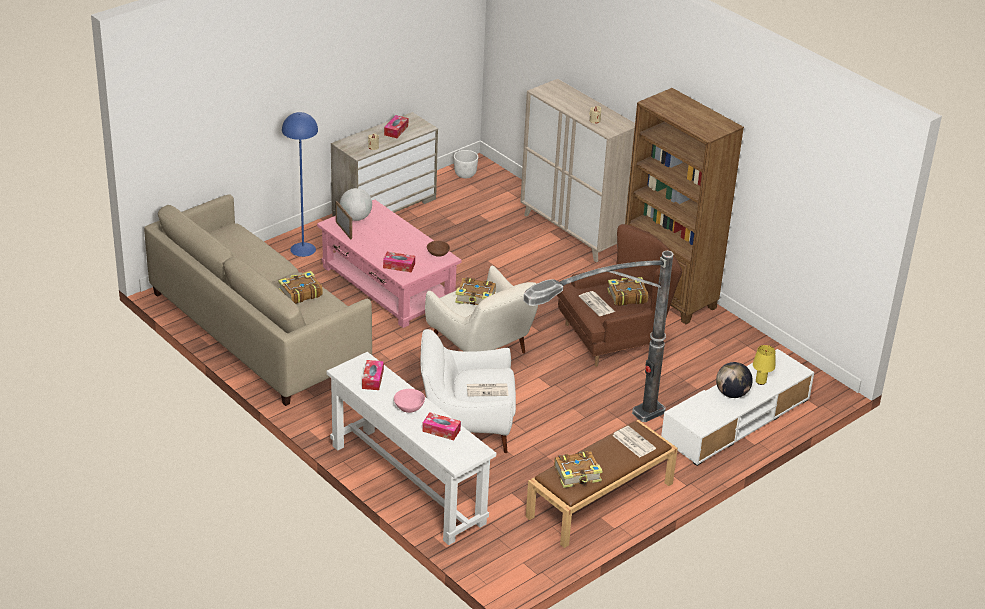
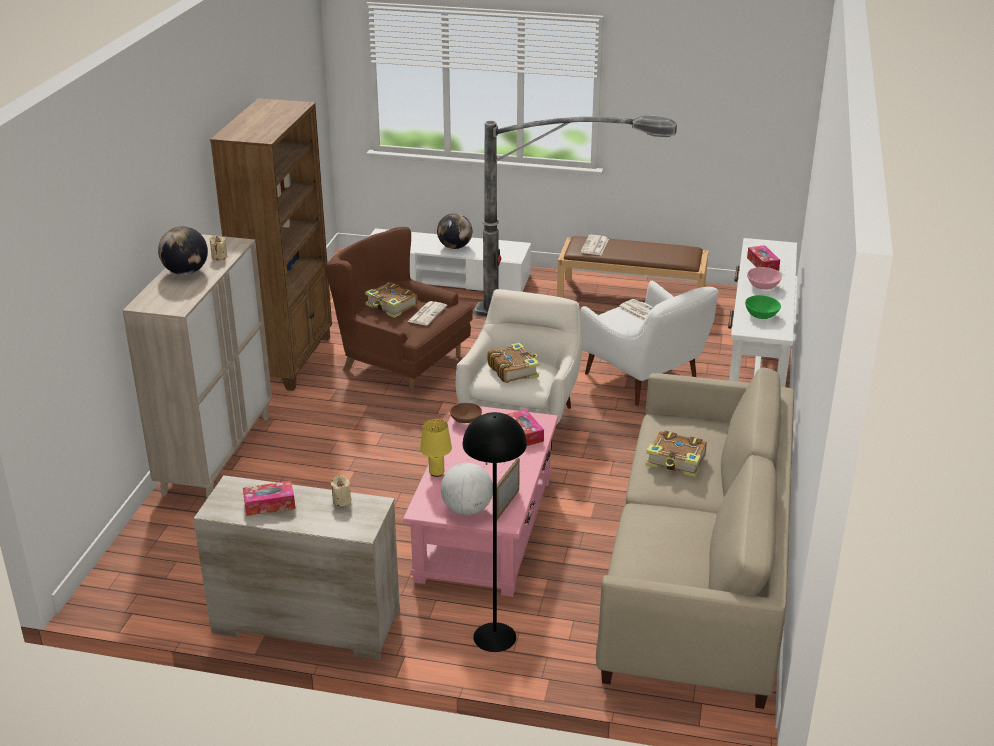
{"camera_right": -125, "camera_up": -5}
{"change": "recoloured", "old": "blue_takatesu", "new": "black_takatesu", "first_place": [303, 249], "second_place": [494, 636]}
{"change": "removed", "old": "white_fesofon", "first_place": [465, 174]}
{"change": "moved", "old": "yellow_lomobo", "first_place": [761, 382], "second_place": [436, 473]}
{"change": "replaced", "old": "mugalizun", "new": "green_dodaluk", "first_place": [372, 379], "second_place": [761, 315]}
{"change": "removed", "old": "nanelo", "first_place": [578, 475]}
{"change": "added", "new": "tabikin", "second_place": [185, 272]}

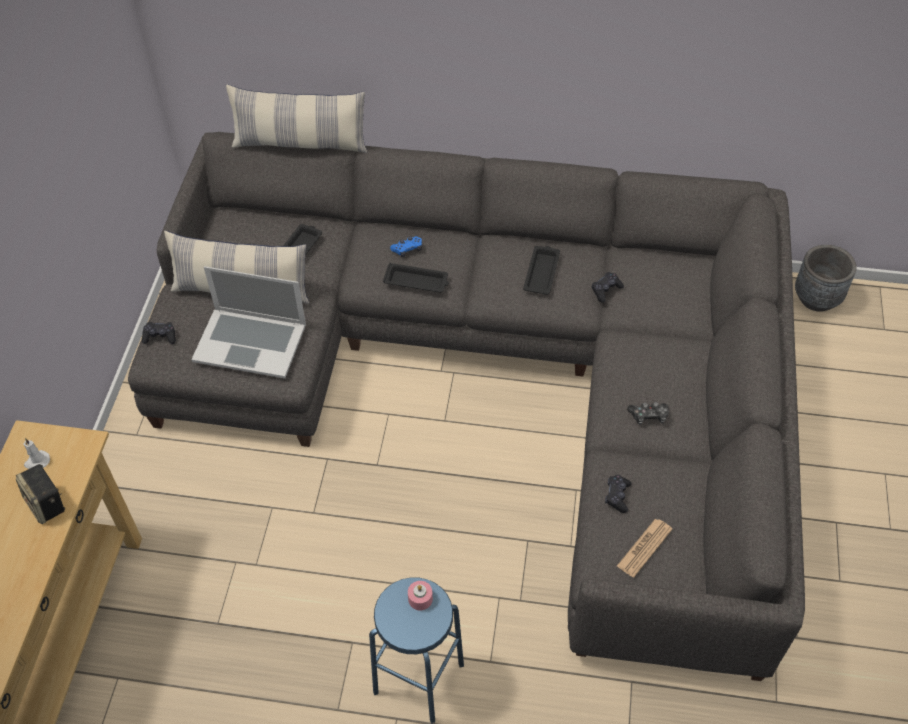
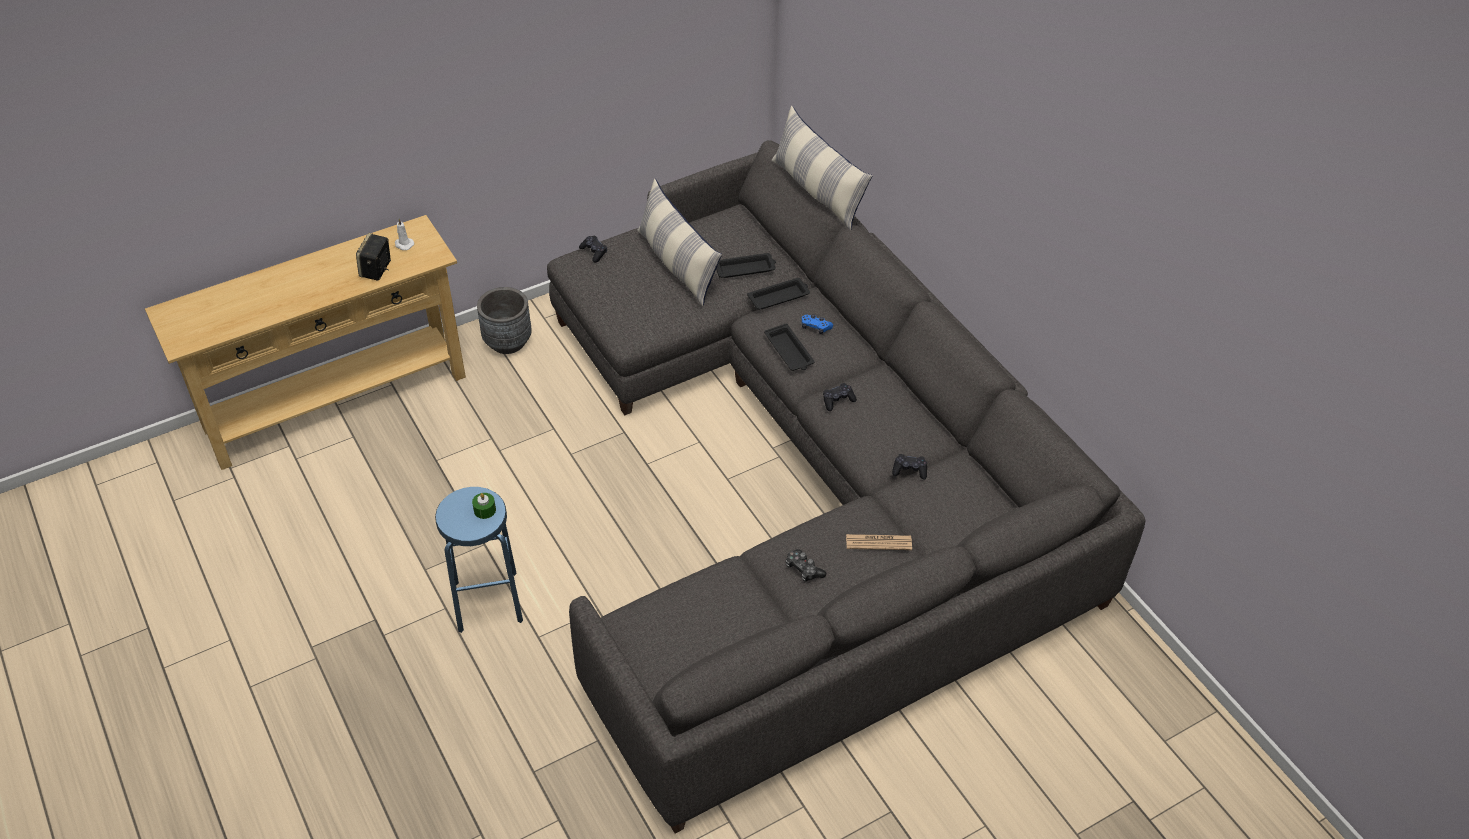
{"camera_right": 50, "camera_up": -5}
{"change": "moved", "old": "grey_fesofon", "first_place": [817, 298], "second_place": [508, 342]}
{"change": "moved", "old": "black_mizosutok", "first_place": [541, 272], "second_place": [779, 297]}
{"change": "removed", "old": "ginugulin", "first_place": [250, 342]}
{"change": "moved", "old": "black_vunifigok", "first_place": [617, 496], "second_place": [838, 400]}
{"change": "moved", "old": "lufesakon", "first_place": [644, 548], "second_place": [878, 542]}
{"change": "recoloured", "old": "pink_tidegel", "new": "green_tidegel", "first_place": [420, 599], "second_place": [484, 510]}

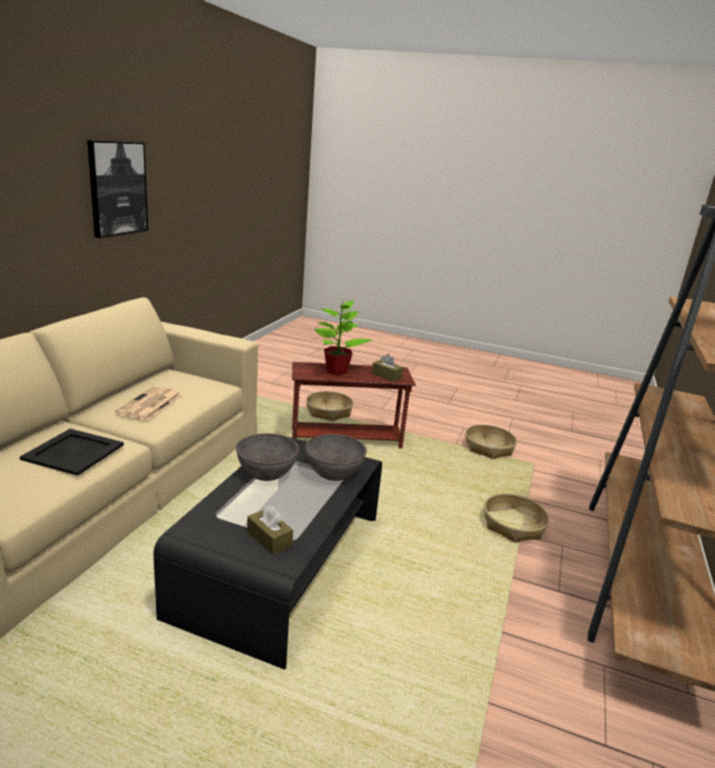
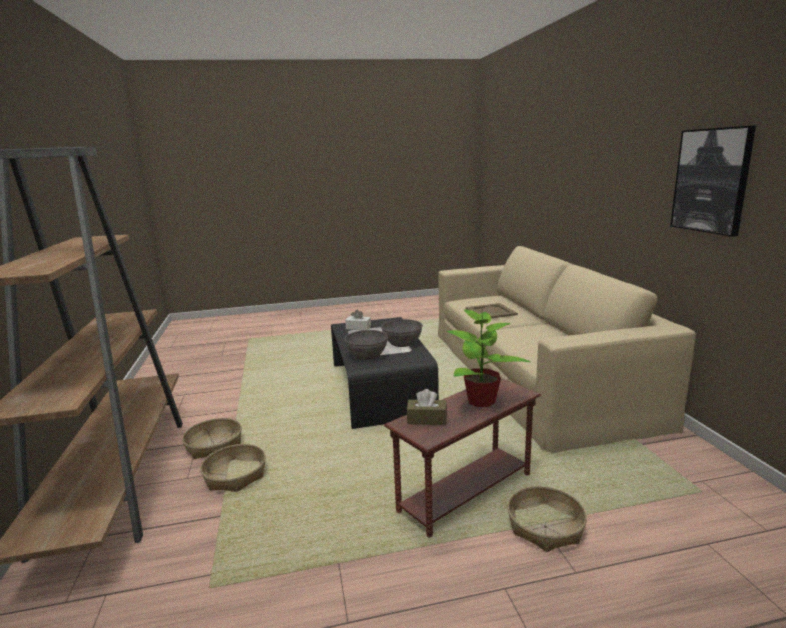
{"camera_right": 150, "camera_up": -5}
{"change": "removed", "old": "lufesakon", "first_place": [150, 404]}
{"change": "moved", "old": "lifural", "first_place": [488, 448], "second_place": [214, 445]}
{"change": "recoloured", "old": "black_mizosutok", "new": "beige_mizosutok", "first_place": [73, 452], "second_place": [490, 311]}
{"change": "recoloured", "old": "brown_mugalizun", "new": "white_mugalizun", "first_place": [269, 539], "second_place": [358, 328]}

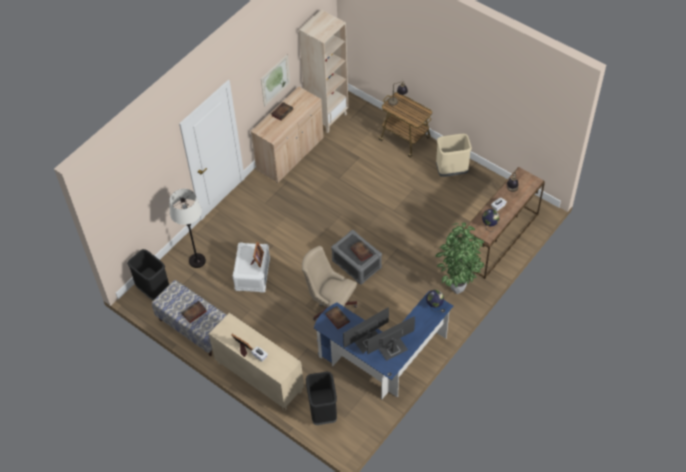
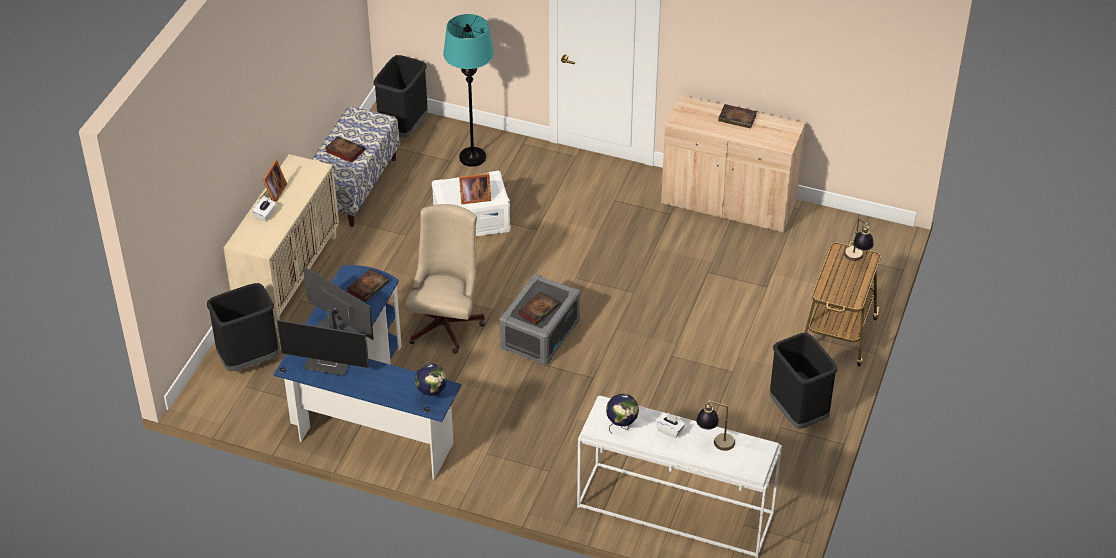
{"camera_right": 70, "camera_up": -10}
{"change": "removed", "old": "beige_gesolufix", "first_place": [327, 117]}
{"change": "removed", "old": "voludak", "first_place": [275, 80]}
{"change": "recoloured", "old": "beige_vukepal", "new": "black_vukepal", "first_place": [451, 171], "second_place": [798, 413]}
{"change": "recoloured", "old": "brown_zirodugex", "new": "white_zirodugex", "first_place": [499, 239], "second_place": [673, 511]}
{"change": "recoloured", "old": "white_takatesu", "new": "turquoise_takatesu", "first_place": [197, 261], "second_place": [472, 157]}
{"change": "removed", "old": "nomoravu", "first_place": [456, 290]}
{"change": "turned", "old": "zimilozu", "first_place": [392, 349], "second_place": [329, 363], "degrees": 150}

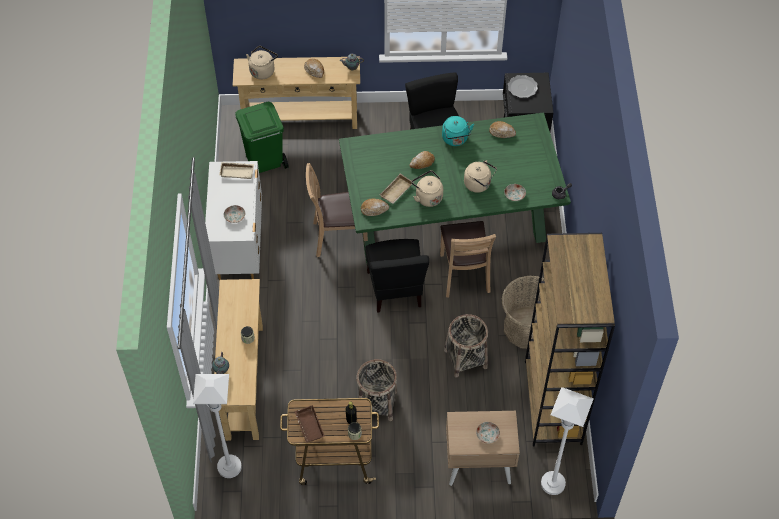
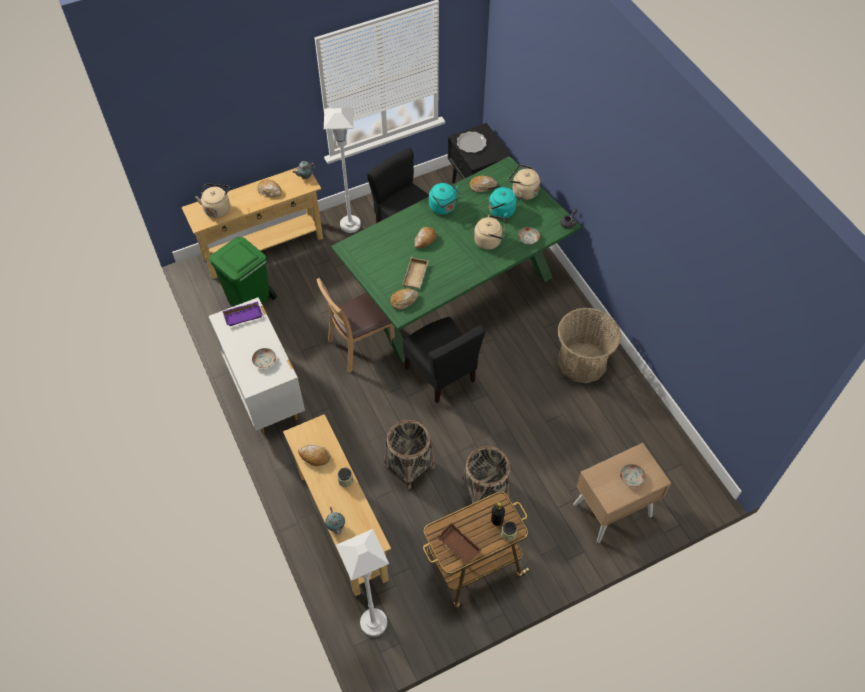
{"camera_right": -25, "camera_up": 0}
{"change": "recoloured", "old": "beige_mizosutok", "new": "purple_mizosutok", "first_place": [237, 171], "second_place": [243, 315]}
{"change": "moved", "old": "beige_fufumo", "first_place": [427, 197], "second_place": [523, 192]}
{"change": "removed", "old": "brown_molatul", "first_place": [464, 274]}
{"change": "removed", "old": "brown_gesolufix", "first_place": [553, 403]}
{"change": "moved", "old": "lifural", "first_place": [465, 358], "second_place": [409, 466]}
{"change": "moved", "old": "white_takatesu", "first_place": [553, 483], "second_place": [350, 225]}
{"change": "added", "new": "turquoise_fufumo", "second_place": [500, 211]}
{"change": "added", "new": "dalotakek", "second_place": [314, 457]}

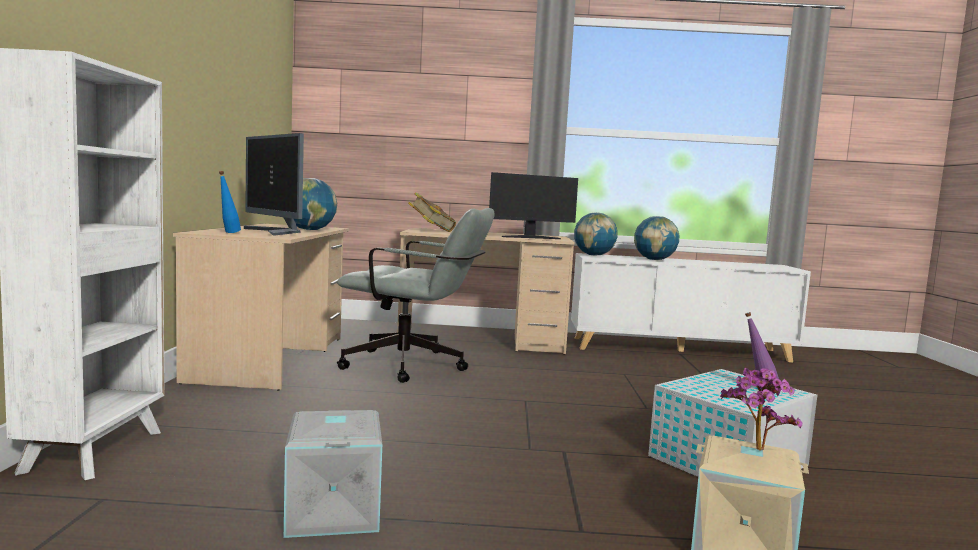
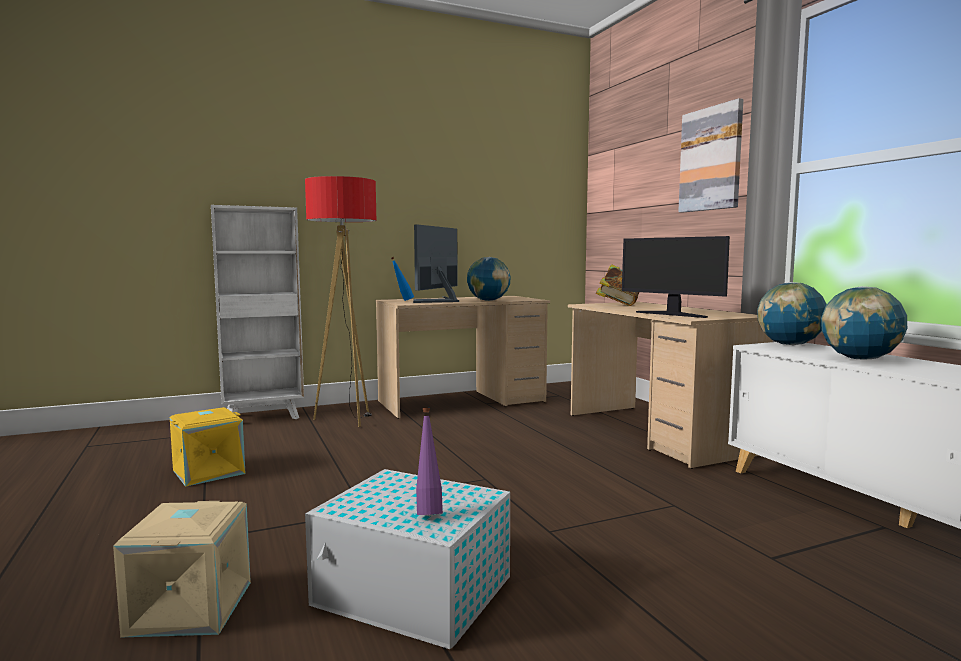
{"camera_right": 65, "camera_up": 0}
{"change": "removed", "old": "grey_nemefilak", "first_place": [415, 366]}
{"change": "removed", "old": "nomoravu", "first_place": [755, 450]}
{"change": "recoloured", "old": "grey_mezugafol", "new": "yellow_mezugafol", "first_place": [331, 511], "second_place": [209, 471]}
{"change": "added", "new": "voludak", "second_place": [711, 159]}
{"change": "added", "new": "takatesu", "second_place": [347, 419]}

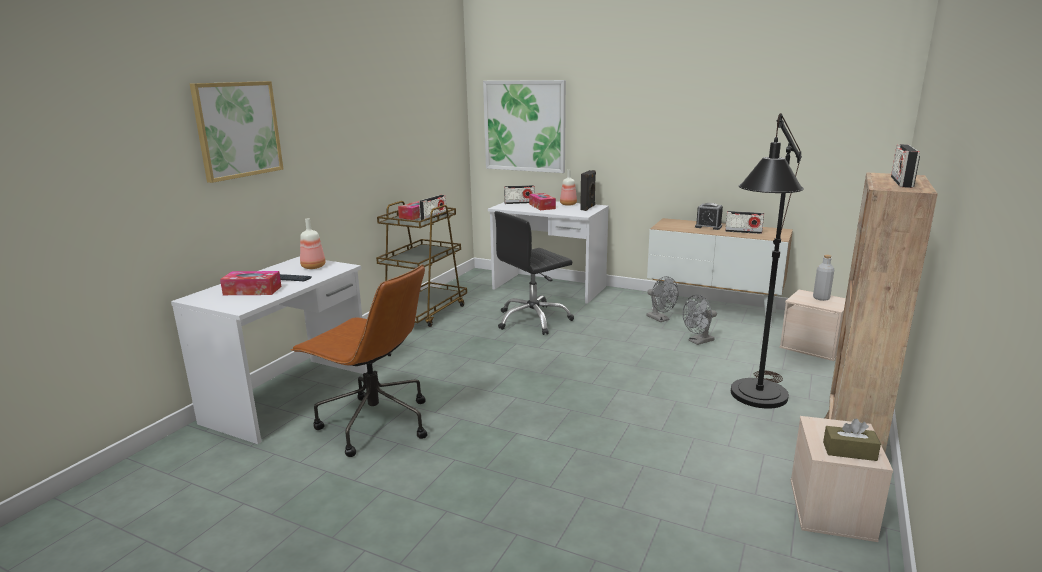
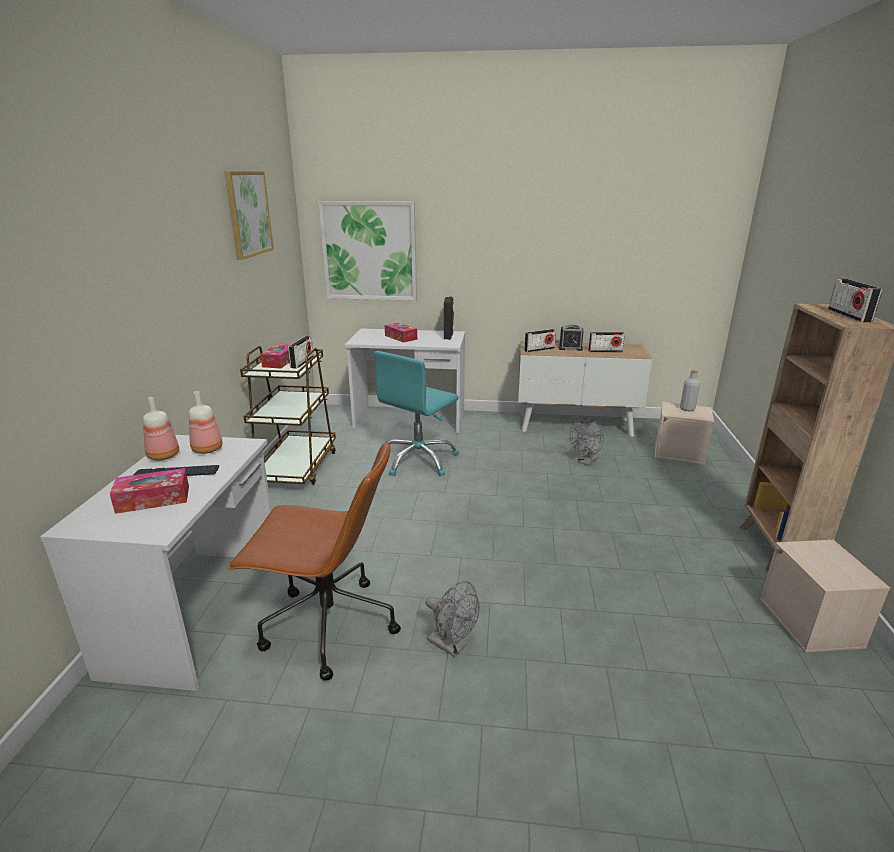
{"camera_right": -20, "camera_up": 5}
{"change": "moved", "old": "voludak", "first_place": [237, 129], "second_place": [248, 214]}
{"change": "removed", "old": "black_takatesu", "first_place": [754, 401]}
{"change": "moved", "old": "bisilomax", "first_place": [567, 204], "second_place": [162, 456]}
{"change": "moved", "old": "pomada", "first_place": [519, 203], "second_place": [539, 349]}
{"change": "recoloured", "old": "black_nemefilak", "new": "turquoise_nemefilak", "first_place": [533, 320], "second_place": [418, 460]}
{"change": "moved", "old": "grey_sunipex", "first_place": [660, 319], "second_place": [452, 646]}
{"change": "removed", "old": "brown_mugalizun", "first_place": [849, 451]}

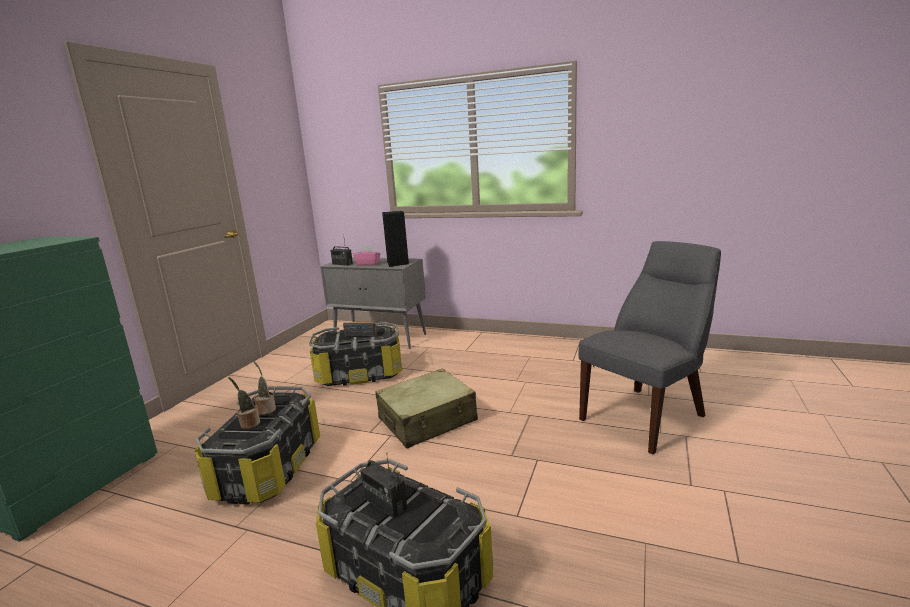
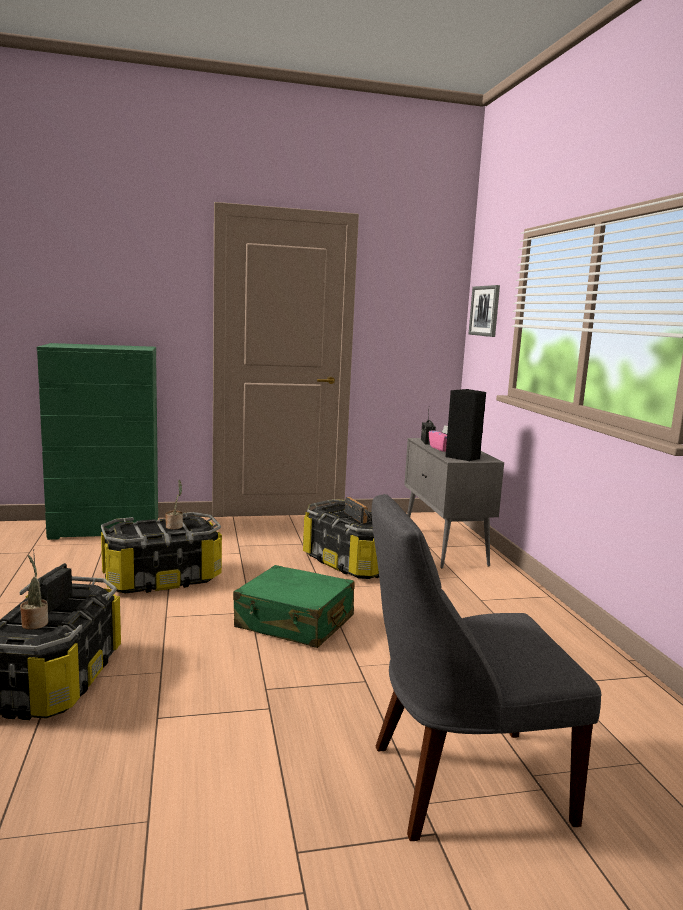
{"camera_right": 55, "camera_up": -5}
{"change": "turned", "old": "grey_molatul", "first_place": [646, 416], "second_place": [459, 783], "degrees": 150}
{"change": "recoloured", "old": "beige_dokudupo", "new": "green_dokudupo", "first_place": [428, 420], "second_place": [295, 622]}
{"change": "moved", "old": "nomoravu", "first_place": [249, 424], "second_place": [34, 623]}
{"change": "added", "new": "voludak", "second_place": [485, 311]}

